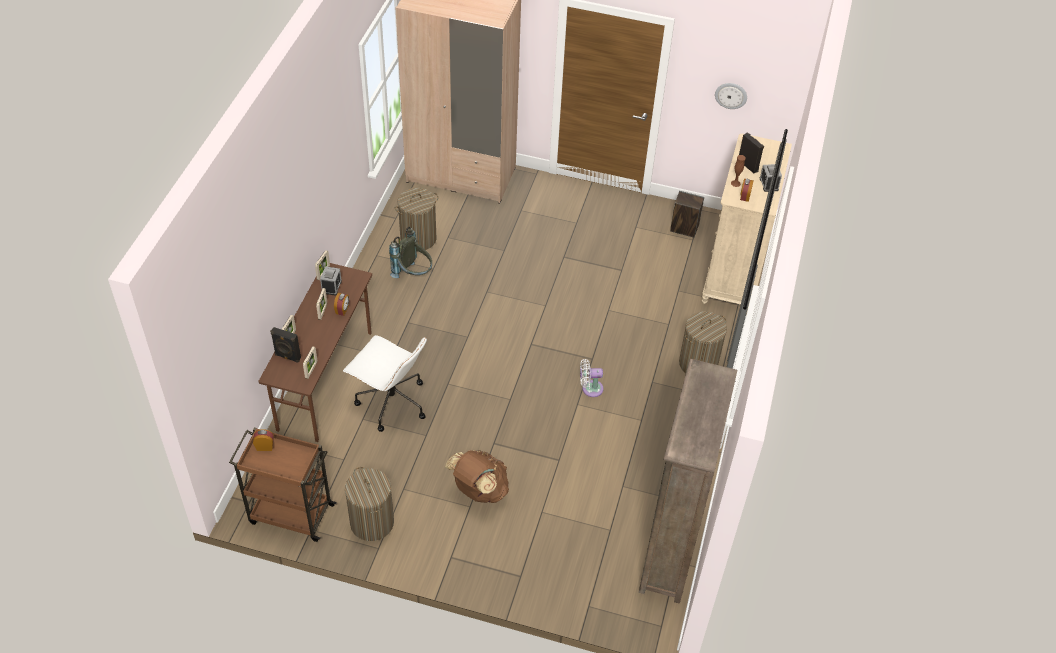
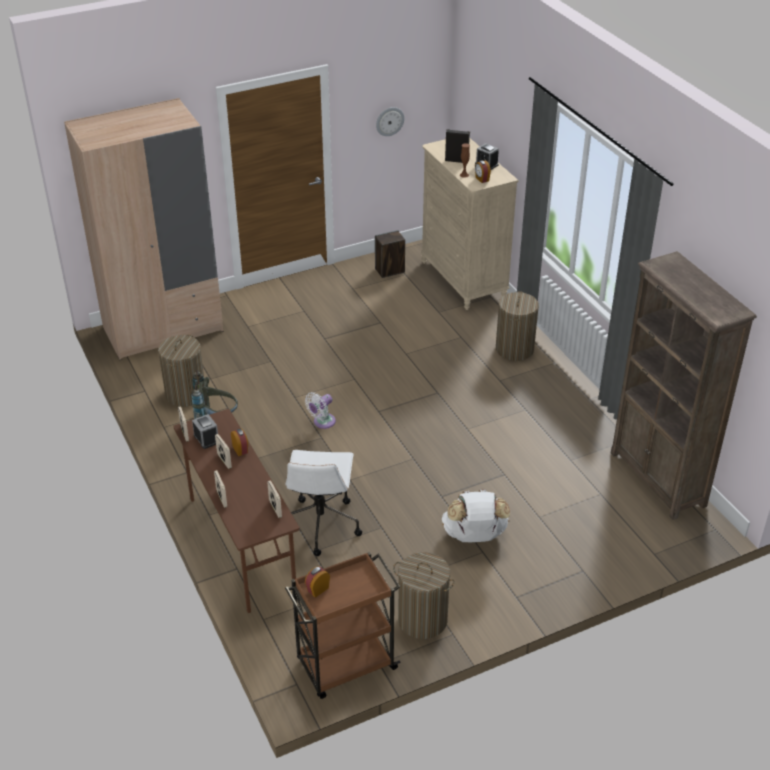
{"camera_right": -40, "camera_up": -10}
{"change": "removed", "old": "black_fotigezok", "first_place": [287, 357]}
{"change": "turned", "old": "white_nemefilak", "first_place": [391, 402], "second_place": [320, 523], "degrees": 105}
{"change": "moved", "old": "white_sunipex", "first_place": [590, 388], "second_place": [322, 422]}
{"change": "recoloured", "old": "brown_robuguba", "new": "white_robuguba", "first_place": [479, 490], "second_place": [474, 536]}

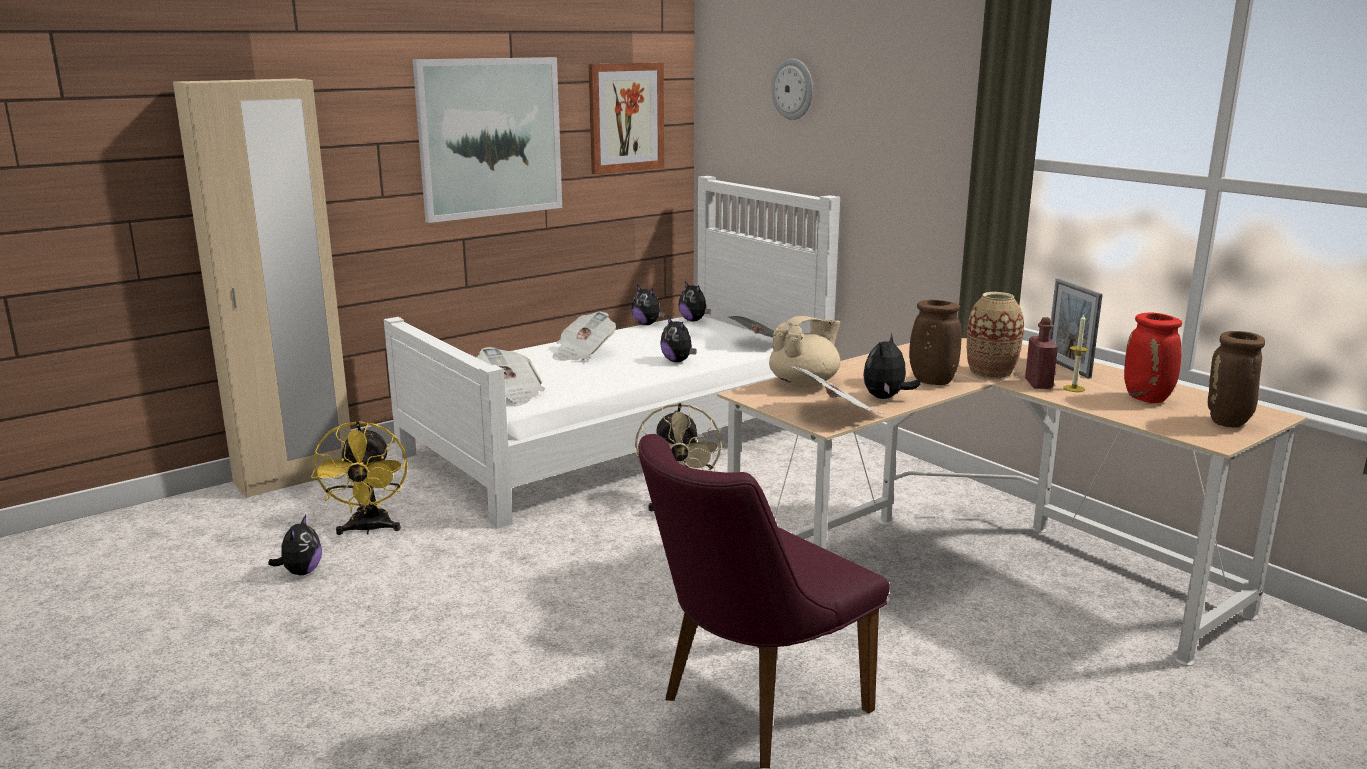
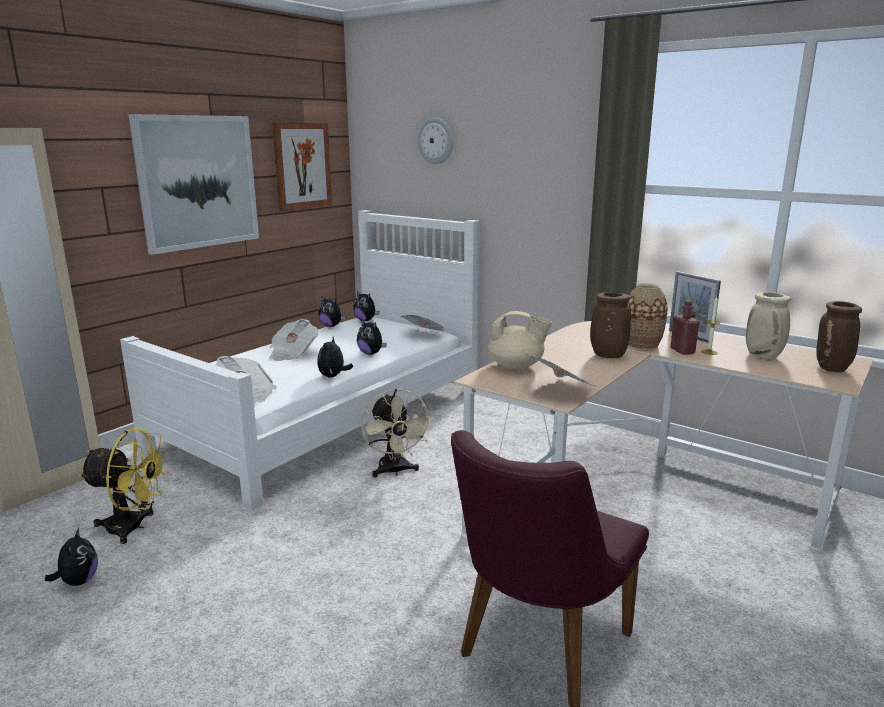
{"camera_right": -15, "camera_up": 0}
{"change": "recoloured", "old": "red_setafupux", "new": "beige_setafupux", "first_place": [1148, 399], "second_place": [764, 356]}
{"change": "turned", "old": "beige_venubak", "first_place": [804, 383], "second_place": [516, 366], "degrees": 60}
{"change": "moved", "old": "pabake", "first_place": [886, 398], "second_place": [333, 376]}
{"change": "turned", "old": "yellow_sunipex", "first_place": [369, 529], "second_place": [133, 527], "degrees": -60}

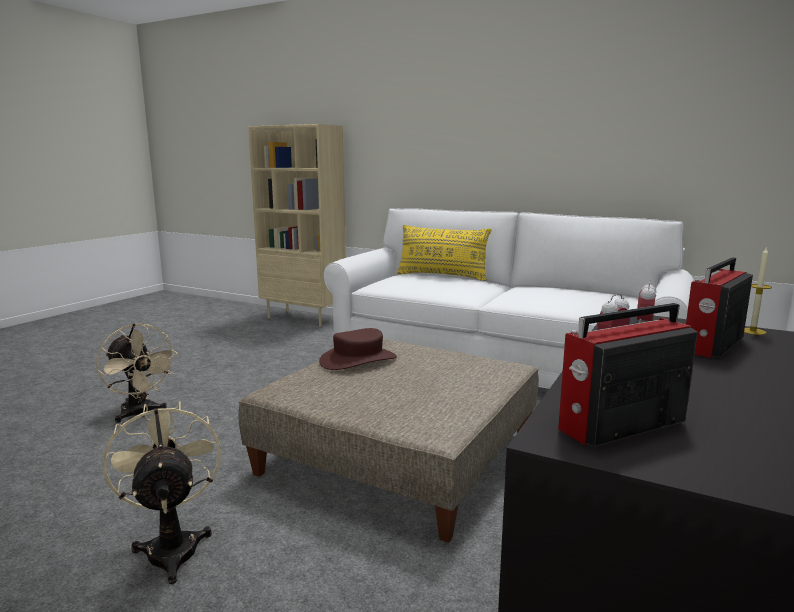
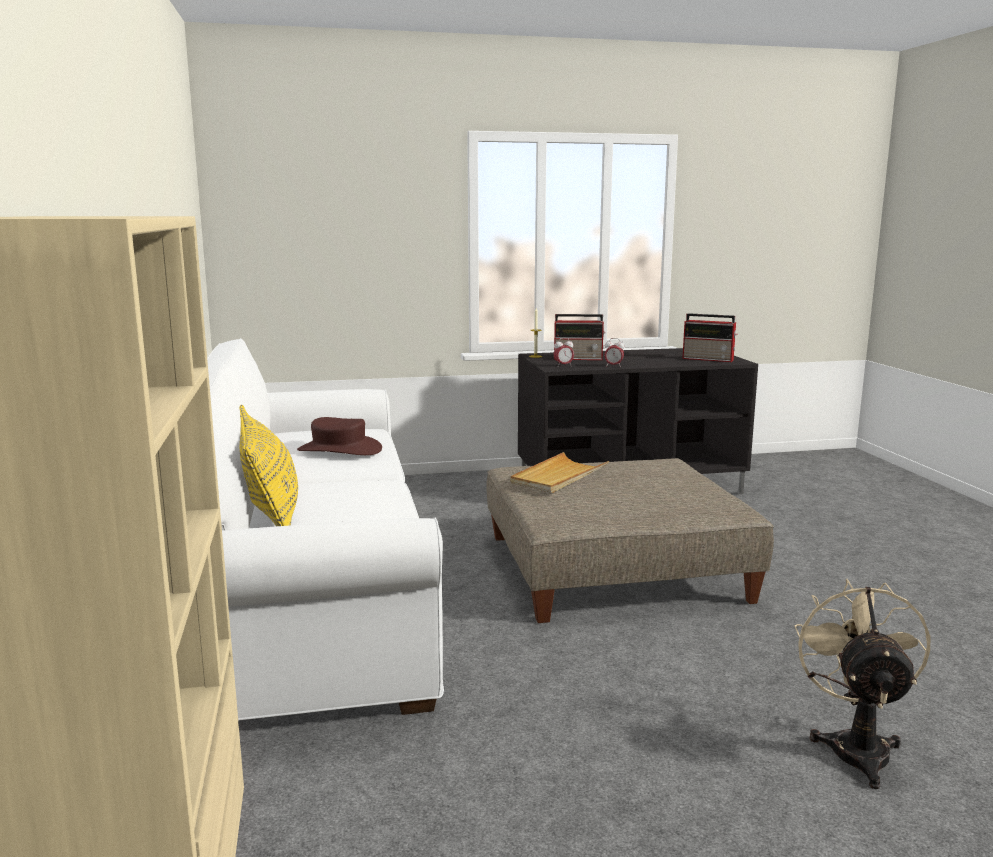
{"camera_right": -130, "camera_up": 0}
{"change": "moved", "old": "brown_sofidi", "first_place": [358, 360], "second_place": [339, 450]}
{"change": "removed", "old": "beige_sunipex", "first_place": [172, 546]}
{"change": "added", "new": "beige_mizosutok", "second_place": [558, 476]}

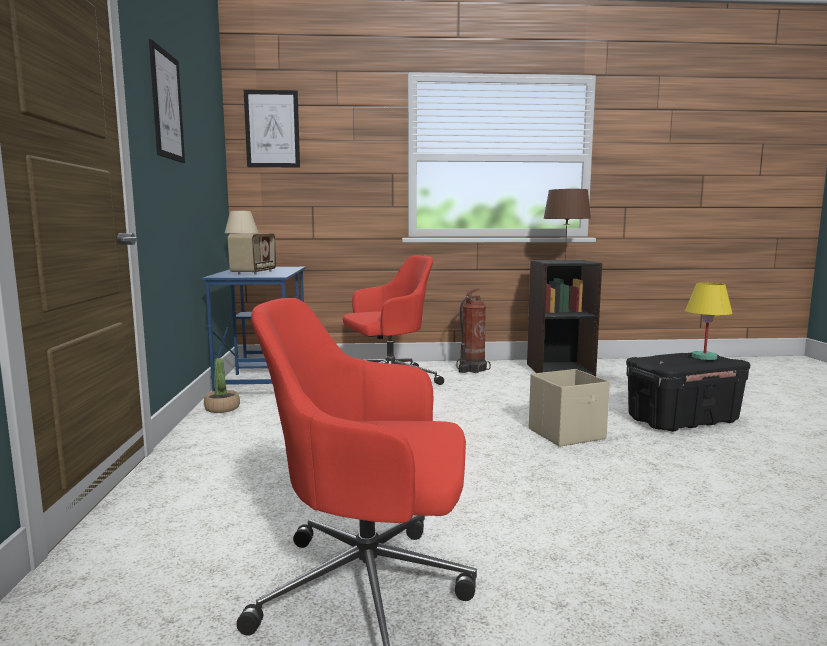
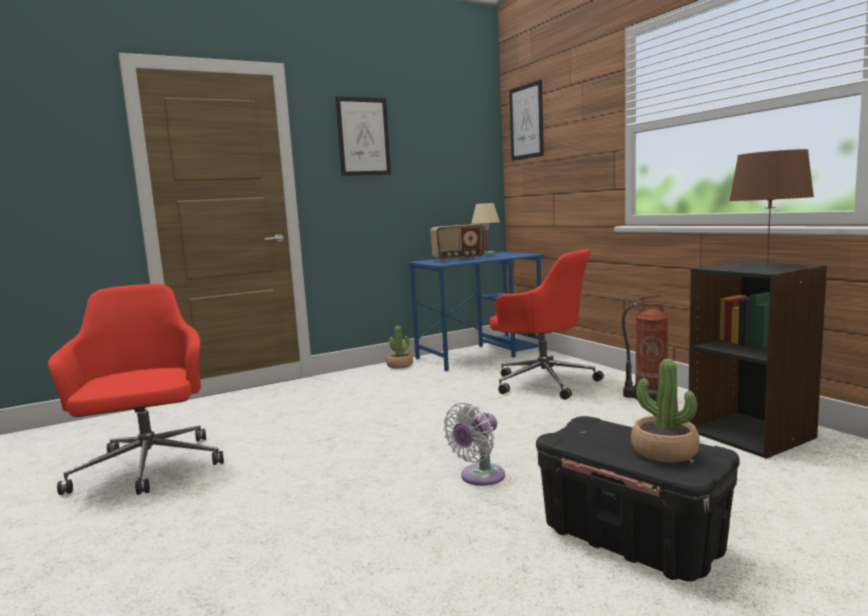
{"camera_right": 65, "camera_up": 0}
{"change": "replaced", "old": "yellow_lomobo", "new": "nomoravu", "first_place": [704, 357], "second_place": [664, 452]}
{"change": "replaced", "old": "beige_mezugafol", "new": "white_sunipex", "first_place": [567, 434], "second_place": [479, 477]}

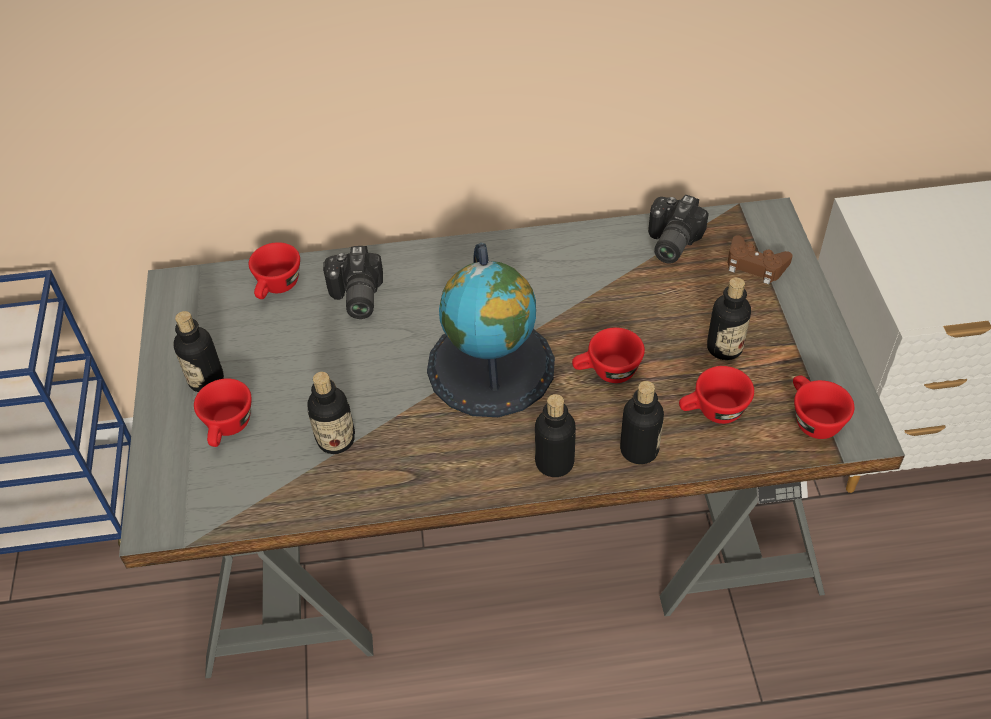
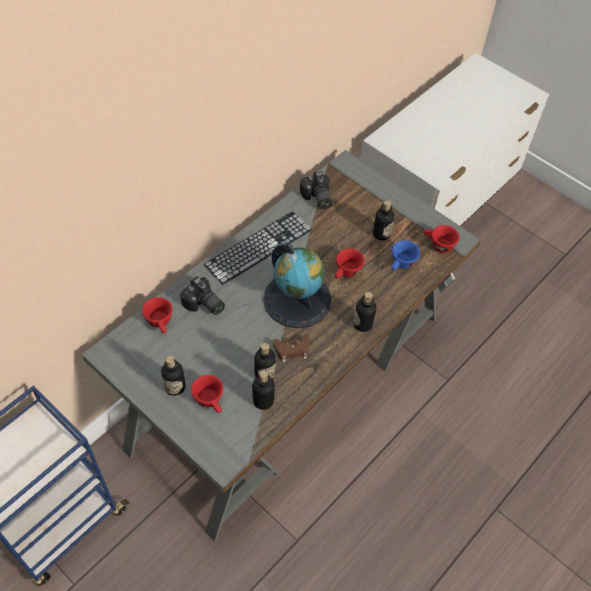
{"camera_right": -45, "camera_up": 5}
{"change": "moved", "old": "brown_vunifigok", "first_place": [755, 265], "second_place": [292, 350]}
{"change": "recoloured", "old": "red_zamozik", "new": "blue_zamozik", "first_place": [712, 412], "second_place": [401, 264]}
{"change": "moved", "old": "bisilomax", "first_place": [639, 450], "second_place": [263, 401]}
{"change": "added", "new": "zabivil", "second_place": [258, 247]}

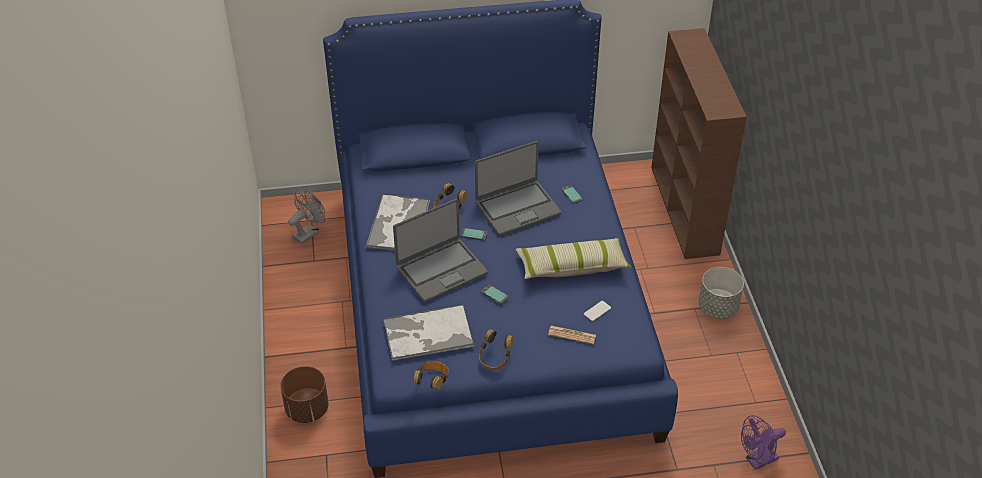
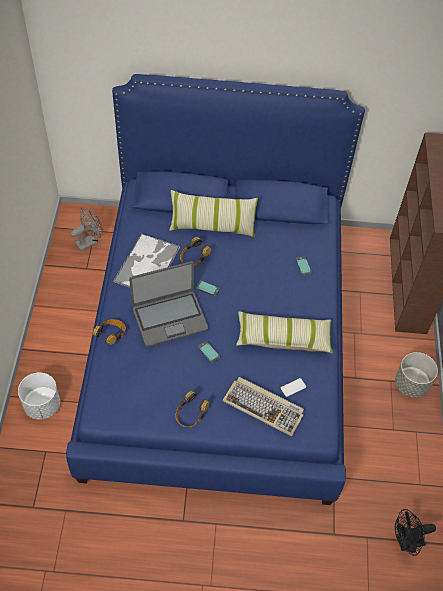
{"camera_right": 10, "camera_up": 10}
{"change": "removed", "old": "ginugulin", "first_place": [517, 208]}
{"change": "removed", "old": "mizosutok", "first_place": [427, 334]}
{"change": "replaced", "old": "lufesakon", "new": "zabivil", "first_place": [572, 335], "second_place": [264, 407]}
{"change": "moved", "old": "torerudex", "first_place": [432, 381], "second_place": [111, 336]}
{"change": "recoloured", "old": "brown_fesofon", "new": "white_fesofon", "first_place": [306, 409], "second_place": [42, 405]}
{"change": "recoloured", "old": "purple_sunipex", "new": "black_sunipex", "first_place": [757, 461], "second_place": [406, 542]}
{"change": "added", "new": "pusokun", "second_place": [212, 226]}

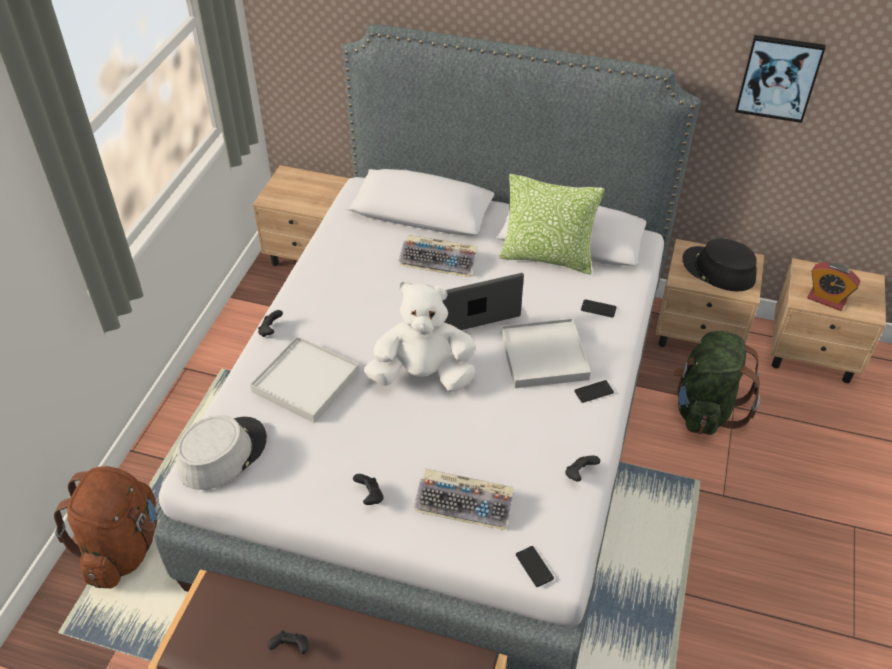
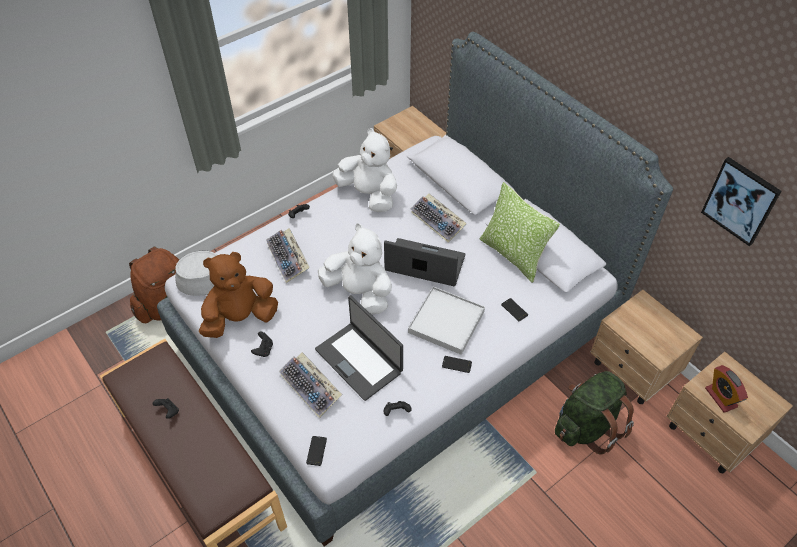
{"camera_right": 35, "camera_up": 5}
{"change": "removed", "old": "black_sofidi", "first_place": [718, 270]}
{"change": "replaced", "old": "white_mizosutok", "new": "zabivil", "first_place": [306, 382], "second_place": [288, 259]}
{"change": "added", "new": "white_pabake", "second_place": [369, 194]}
{"change": "added", "new": "brown_pabake", "second_place": [240, 318]}
{"change": "added", "new": "ginugulin", "second_place": [359, 360]}

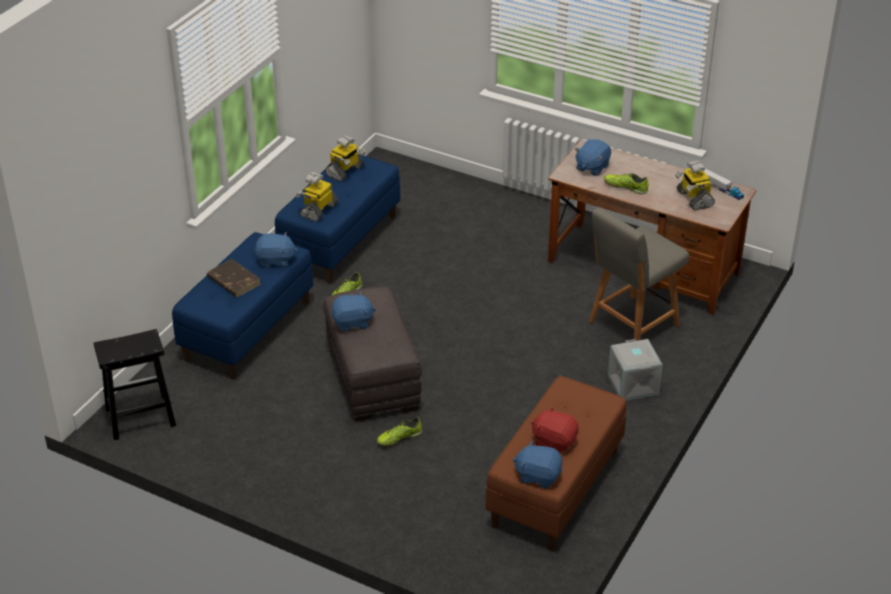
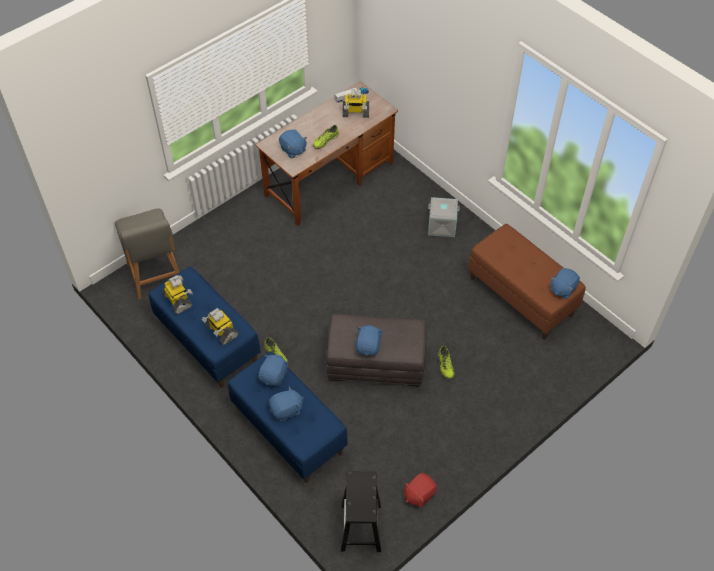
{"camera_right": -70, "camera_up": 15}
{"change": "moved", "old": "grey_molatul", "first_place": [631, 325], "second_place": [156, 276]}
{"change": "replaced", "old": "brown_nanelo", "new": "blue_pabake", "first_place": [233, 280], "second_place": [287, 410]}
{"change": "moved", "old": "red_pabake", "first_place": [554, 441], "second_place": [419, 494]}

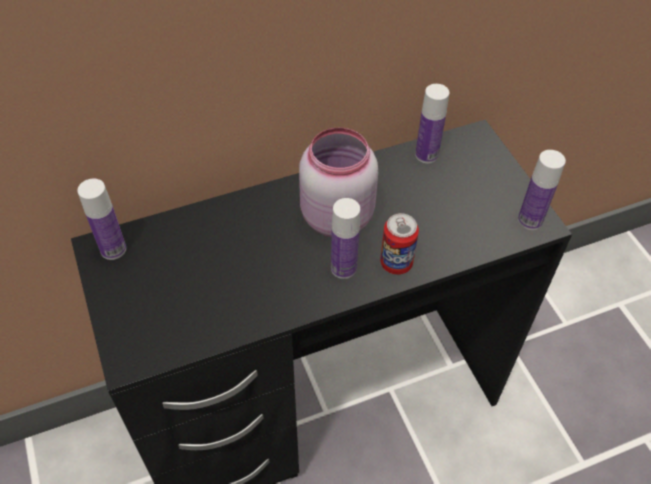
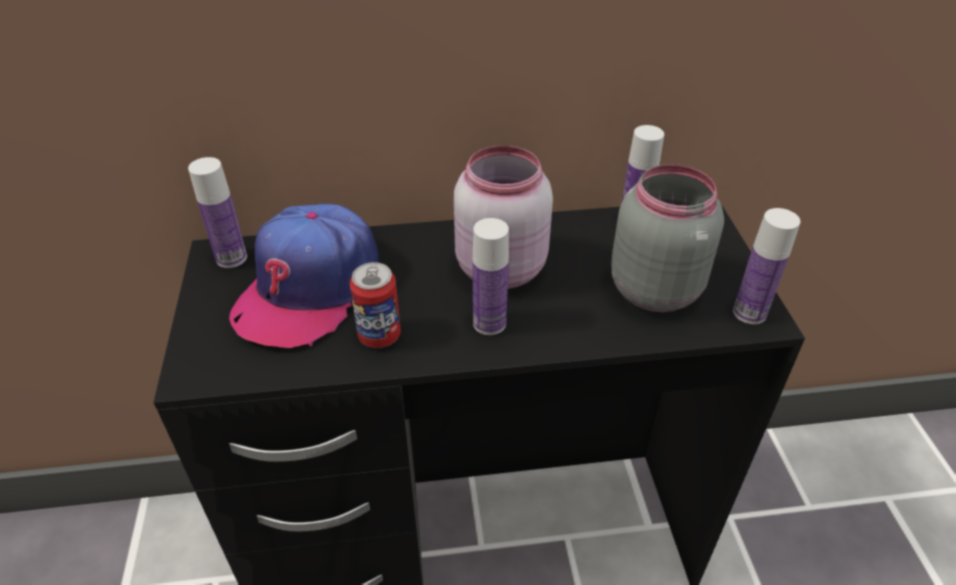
{"camera_right": 15, "camera_up": -10}
{"change": "moved", "old": "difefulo", "first_place": [396, 263], "second_place": [379, 335]}
{"change": "added", "new": "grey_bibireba", "second_place": [654, 288]}
{"change": "added", "new": "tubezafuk", "second_place": [309, 288]}

